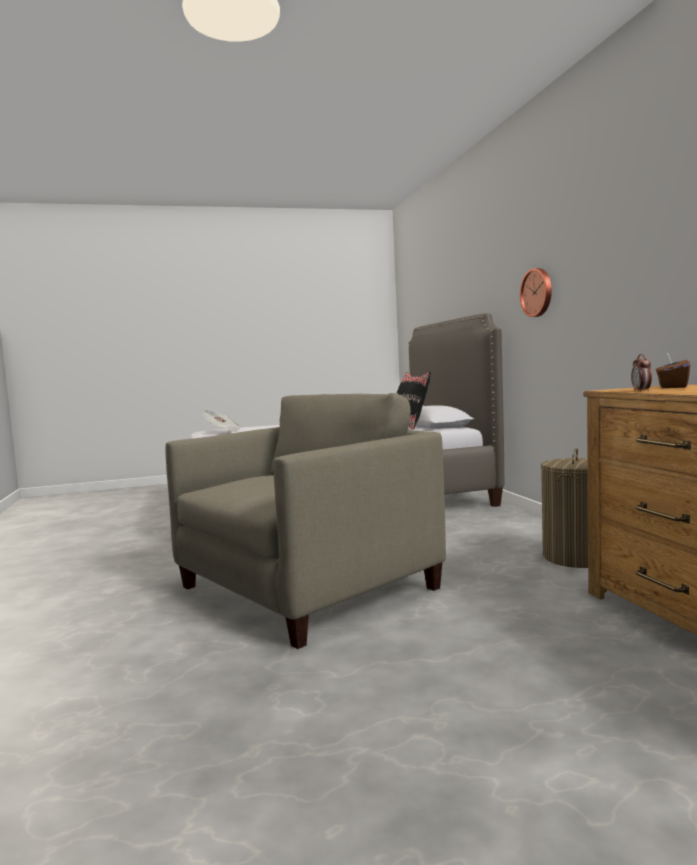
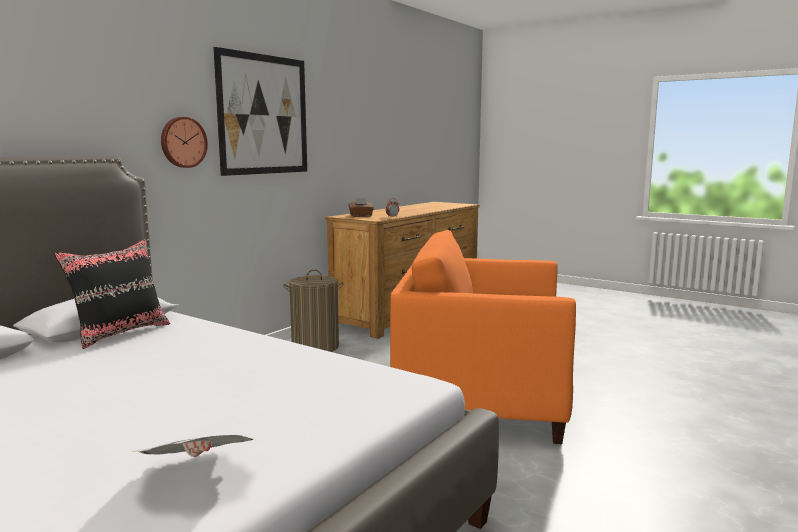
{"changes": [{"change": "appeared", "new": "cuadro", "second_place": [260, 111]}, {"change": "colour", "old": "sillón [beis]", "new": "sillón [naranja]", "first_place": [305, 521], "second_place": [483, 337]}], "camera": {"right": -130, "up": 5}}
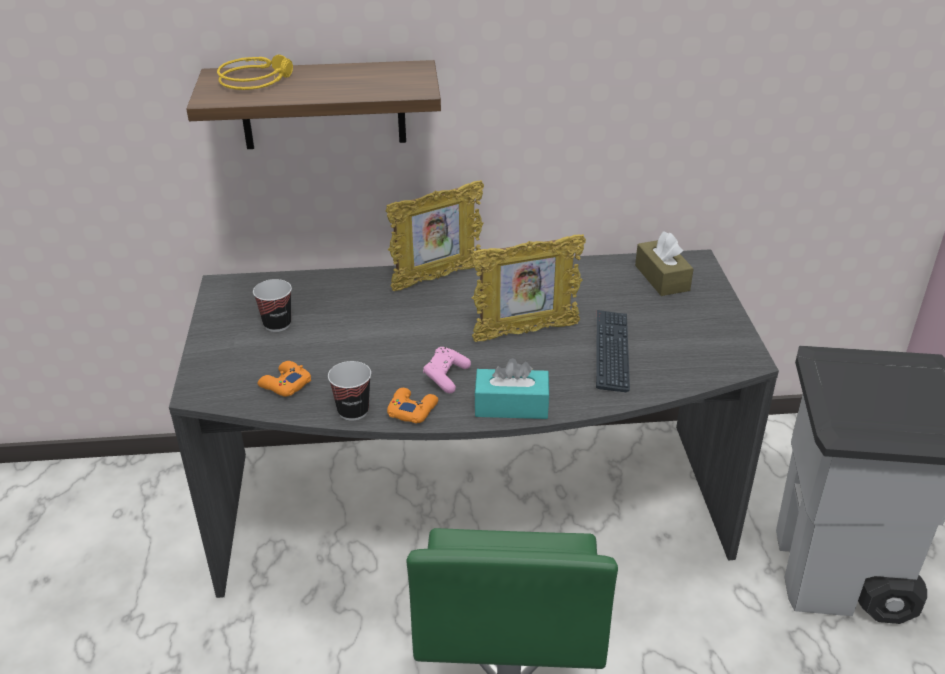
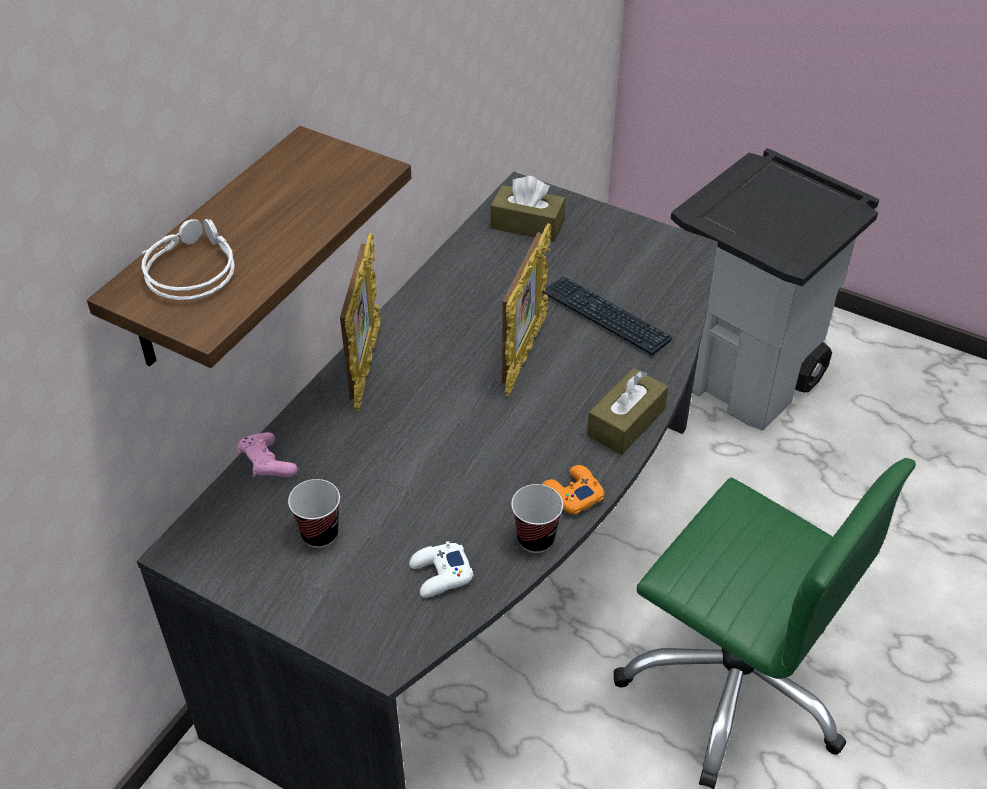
{"changes": [{"change": "relocated", "old": "mando de consola [rosa]", "first_place": [447, 370], "second_place": [267, 454]}, {"change": "colour", "old": "auriculares [amarillo]", "new": "auriculares [gris]", "first_place": [255, 72], "second_place": [188, 259]}, {"change": "colour", "old": "mando de consola [naranja]", "new": "mando de consola [blanco]", "first_place": [284, 379], "second_place": [441, 569]}, {"change": "colour", "old": "caja de pañuelos [turquesa]", "new": "caja de pañuelos [marrón]", "first_place": [512, 388], "second_place": [627, 411]}], "camera": {"right": -55, "up": 10}}
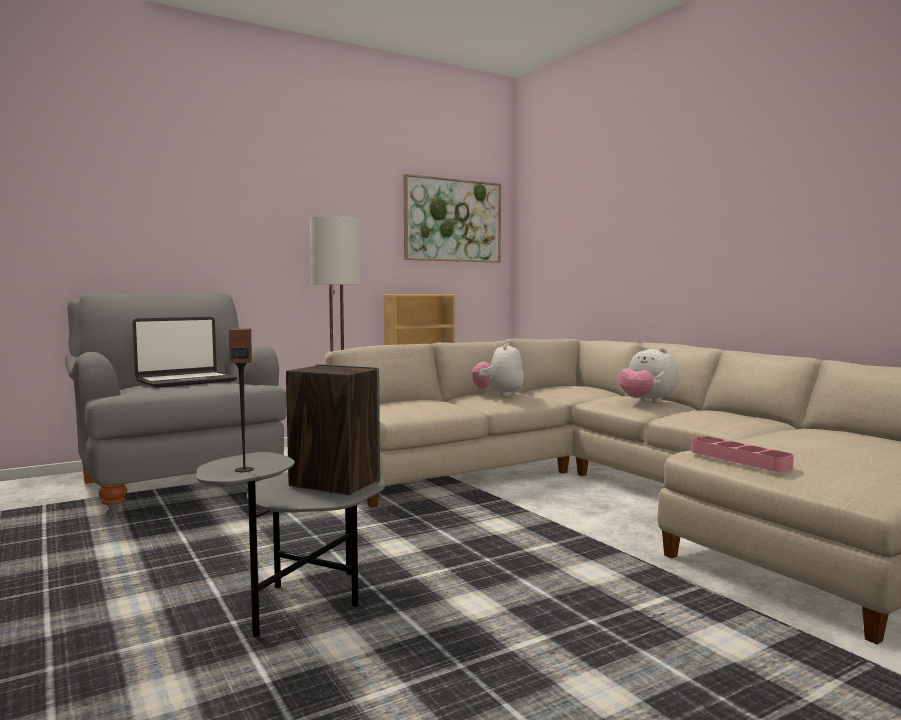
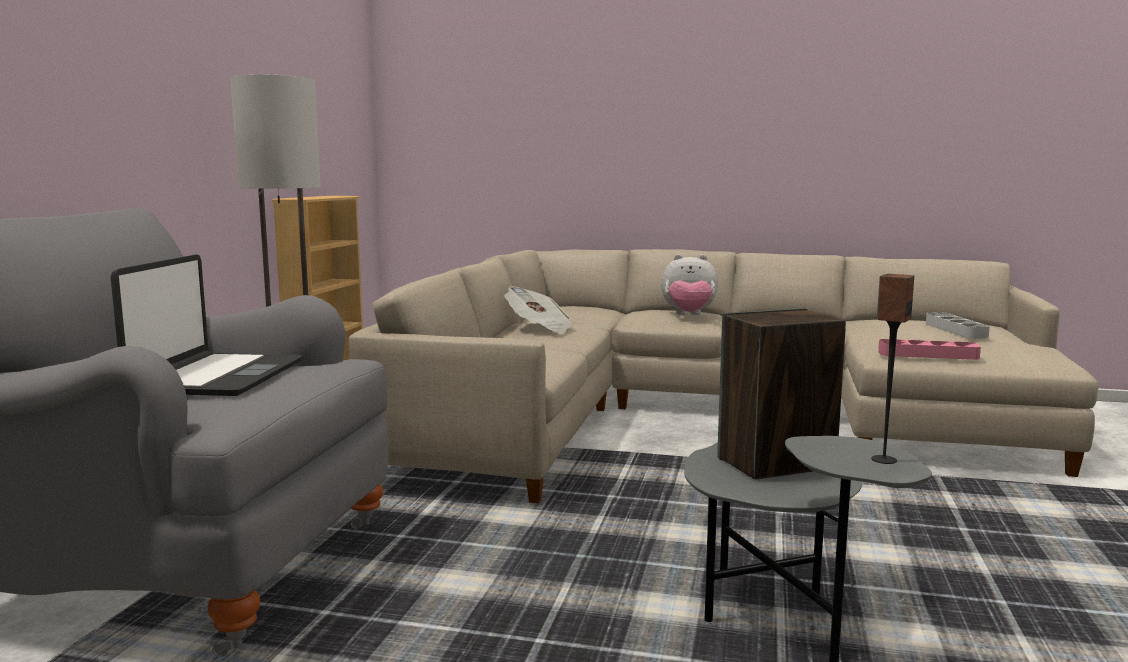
{"changes": [{"change": "missing", "old": "cuadro", "first_place": [452, 218]}, {"change": "appeared", "new": "bandeja [gris]", "second_place": [958, 326]}, {"change": "exchanged", "old": "peluche", "new": "periódico", "first_place": [498, 370], "second_place": [539, 310]}], "camera": {"right": -45, "up": 5}}
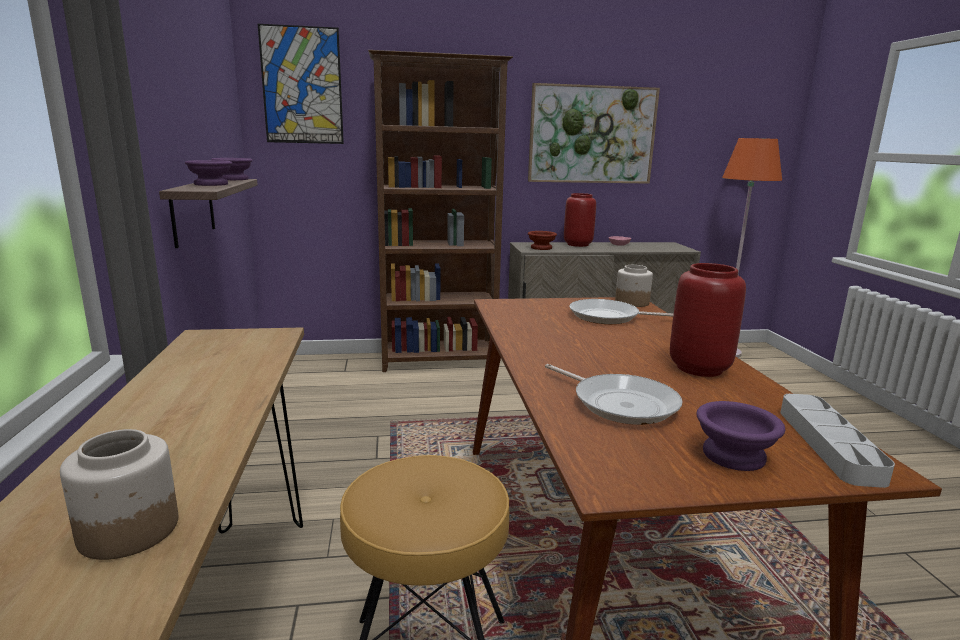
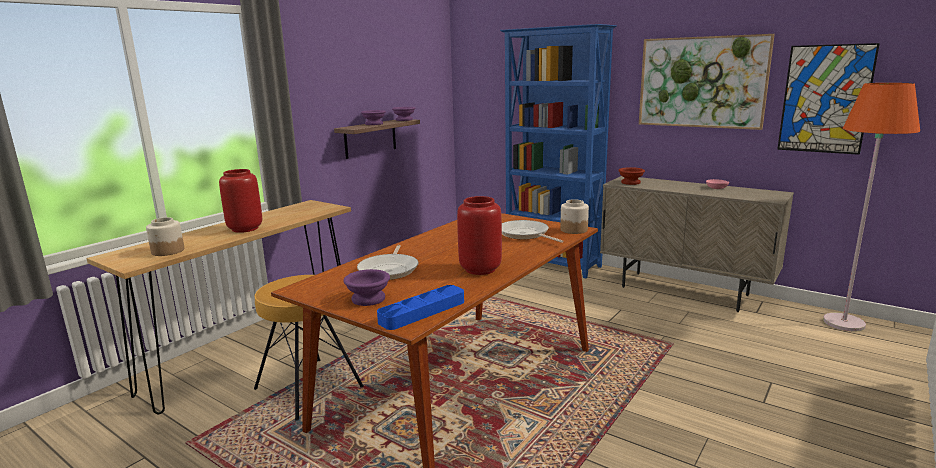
{"changes": [{"change": "relocated", "old": "cuadro", "first_place": [301, 84], "second_place": [828, 99]}, {"change": "relocated", "old": "florero [rojo]", "first_place": [580, 220], "second_place": [240, 201]}, {"change": "colour", "old": "estantería [marrón]", "new": "estantería [azul]", "first_place": [440, 211], "second_place": [558, 151]}, {"change": "colour", "old": "bandeja [gris]", "new": "bandeja [azul]", "first_place": [837, 441], "second_place": [420, 307]}], "camera": {"right": 45, "up": 0}}
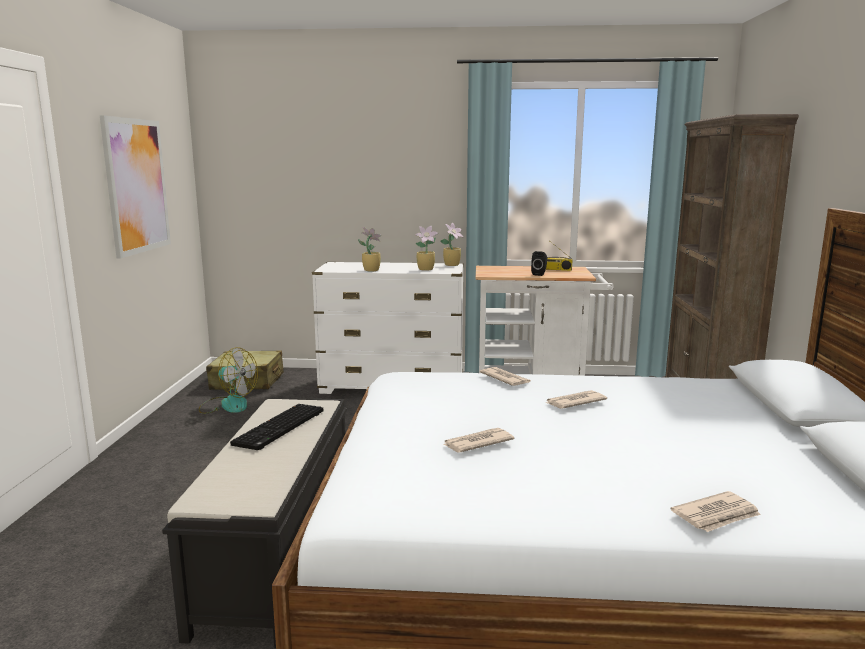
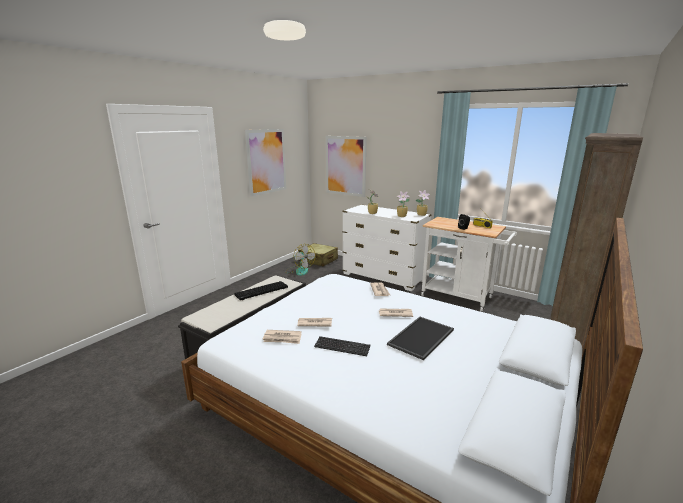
{"changes": [{"change": "appeared", "new": "teclado", "second_place": [342, 346]}, {"change": "appeared", "new": "cuadro", "second_place": [346, 166]}, {"change": "appeared", "new": "bandeja", "second_place": [420, 338]}, {"change": "relocated", "old": "periódico", "first_place": [715, 511], "second_place": [281, 337]}], "camera": {"right": 30, "up": 5}}
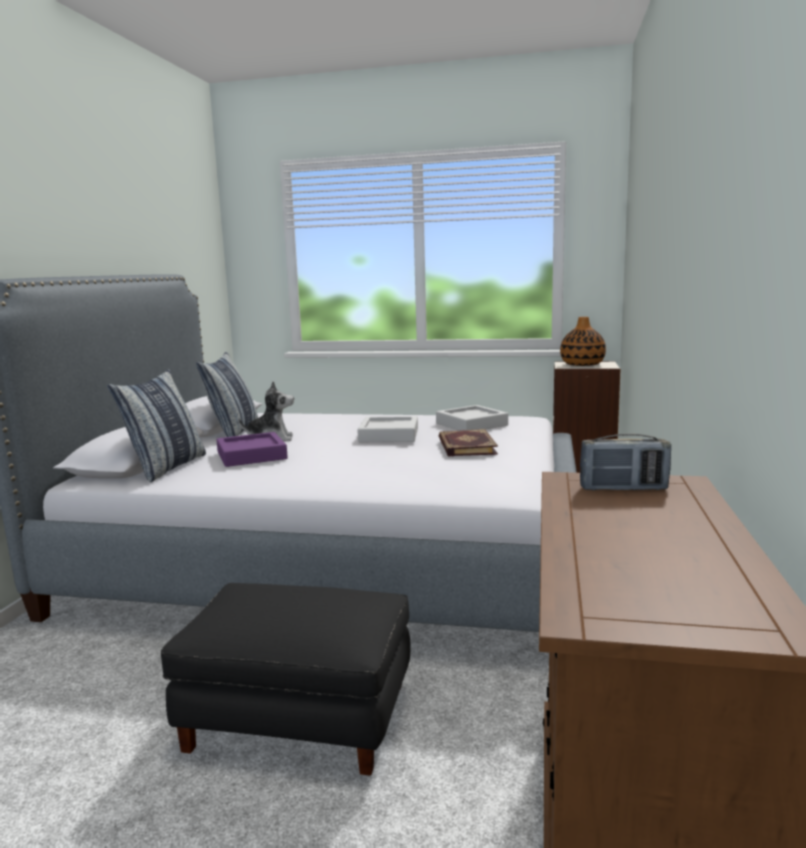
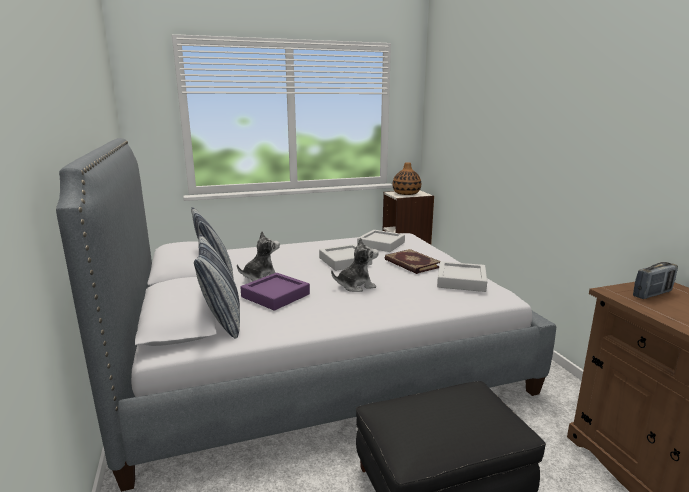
{"changes": [{"change": "appeared", "new": "peluche", "second_place": [354, 264]}, {"change": "appeared", "new": "bandeja [gris]", "second_place": [462, 276]}], "camera": {"right": -30, "up": 5}}
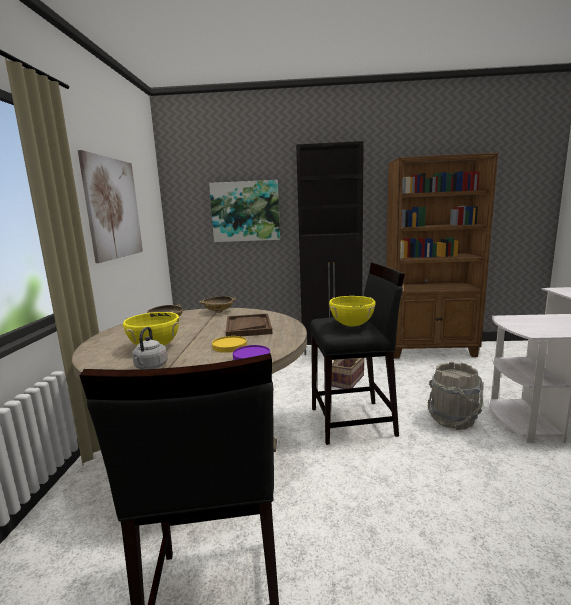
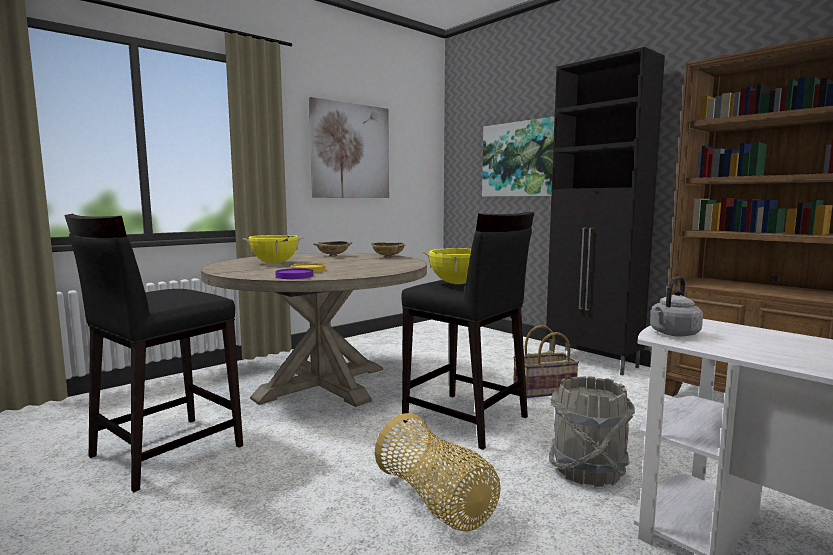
{"changes": [{"change": "missing", "old": "bandeja [marrón]", "first_place": [249, 324]}, {"change": "appeared", "new": "cesta", "second_place": [438, 472]}, {"change": "relocated", "old": "hervidor [gris]", "first_place": [150, 348], "second_place": [676, 306]}], "camera": {"right": 45, "up": -5}}
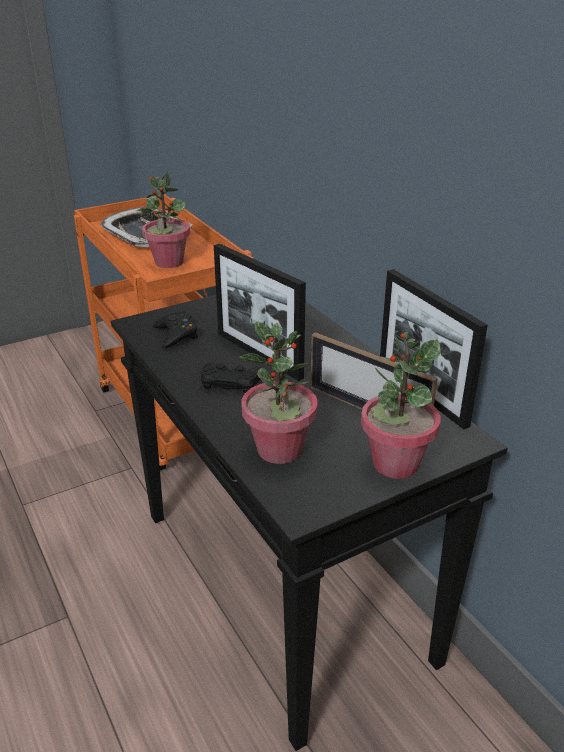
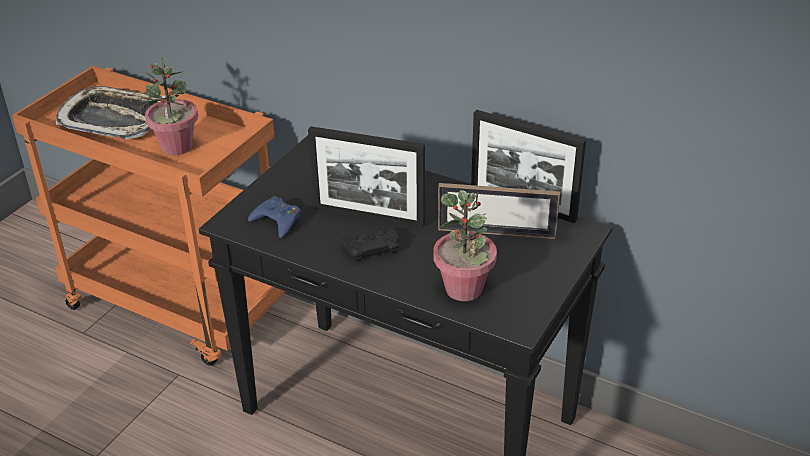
{"changes": [{"change": "missing", "old": "planta en maceta", "first_place": [401, 405]}, {"change": "colour", "old": "mando de consola [negro]", "new": "mando de consola [azul]", "first_place": [175, 329], "second_place": [274, 217]}], "camera": {"right": -30, "up": 5}}
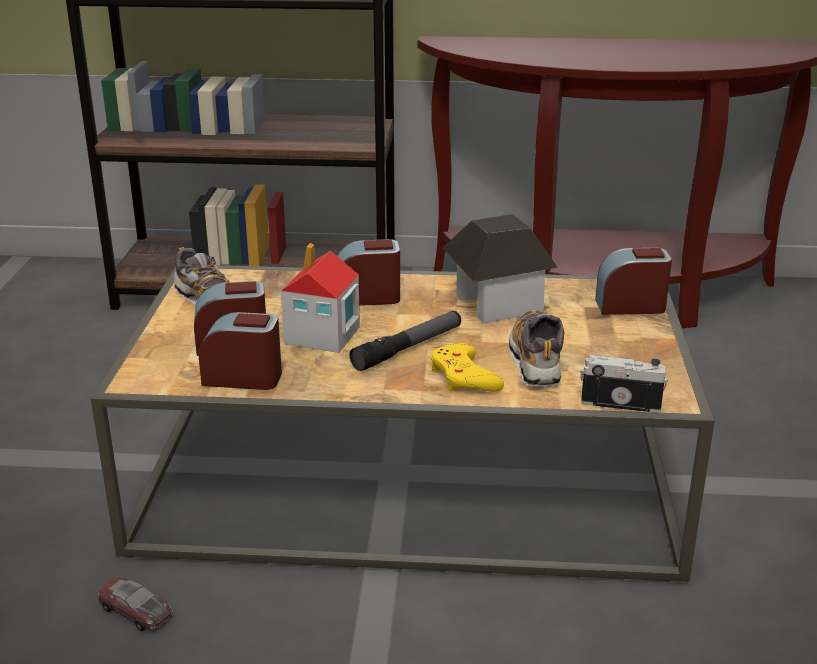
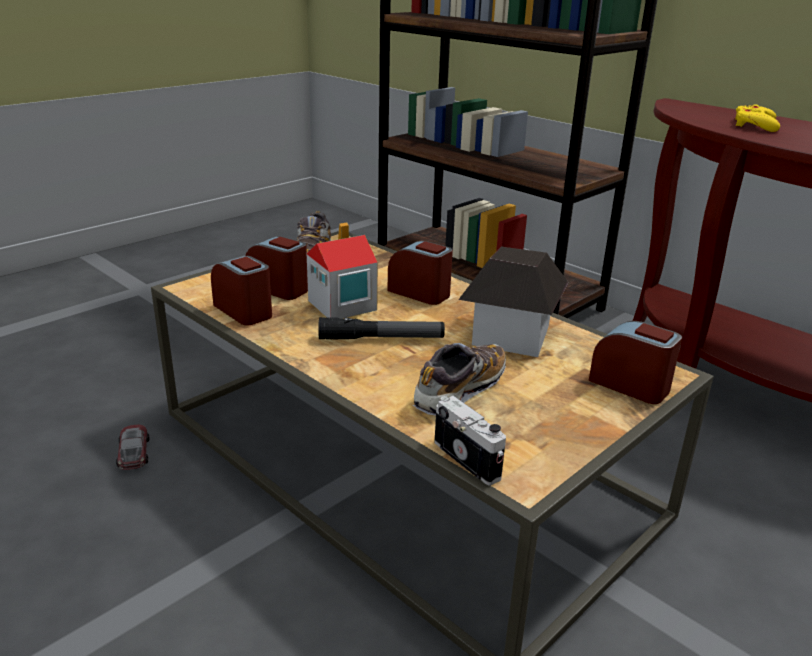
{"changes": [{"change": "relocated", "old": "mando de consola [amarillo]", "first_place": [467, 367], "second_place": [757, 118]}], "camera": {"right": 40, "up": 0}}
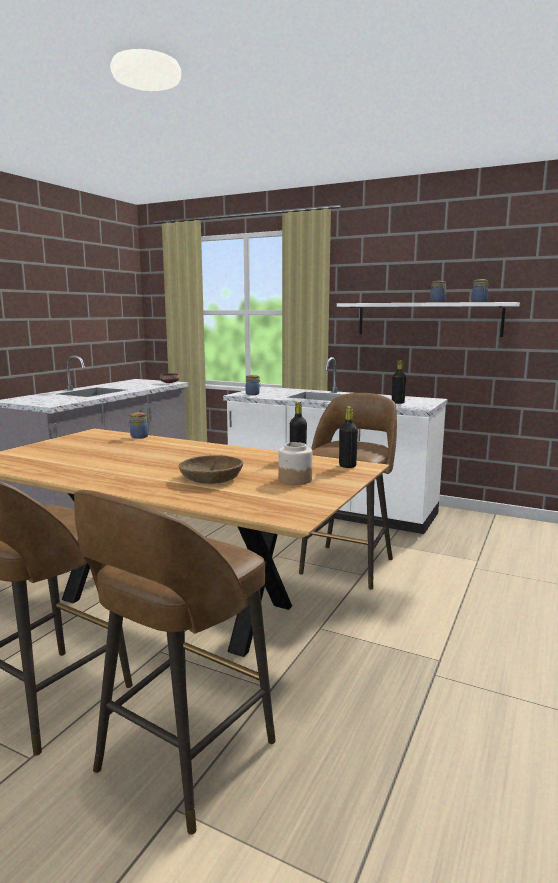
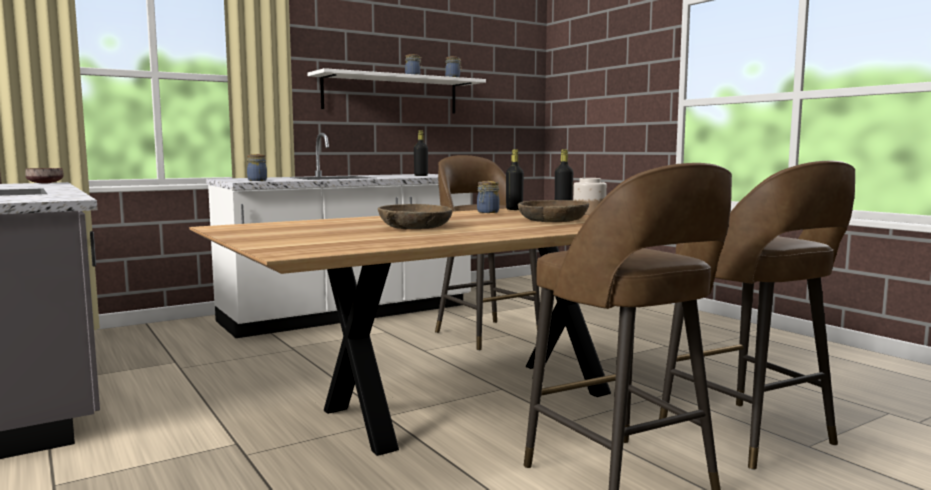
{"changes": [{"change": "appeared", "new": "cuenco [marrón]", "second_place": [415, 216]}, {"change": "relocated", "old": "tarro", "first_place": [138, 425], "second_place": [488, 197]}], "camera": {"right": -60, "up": -5}}
